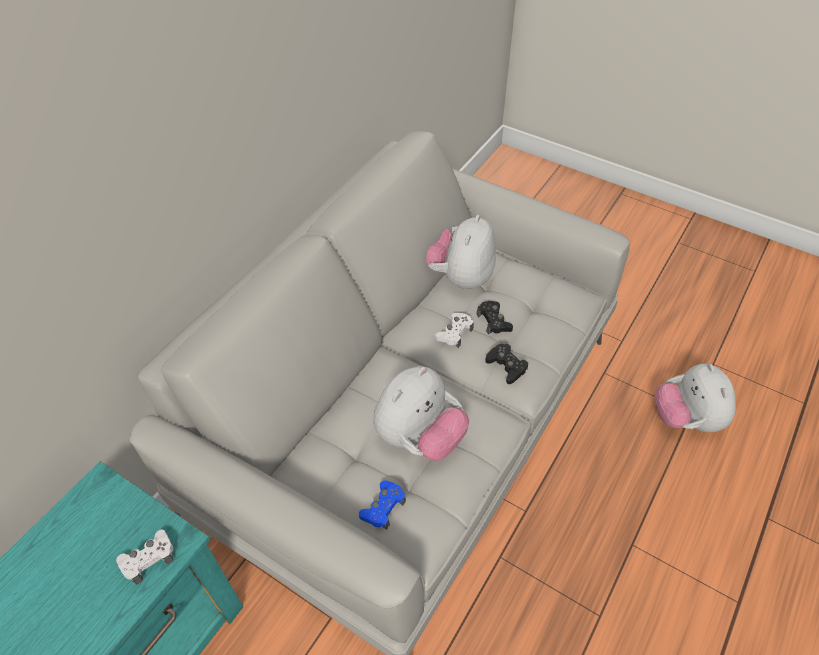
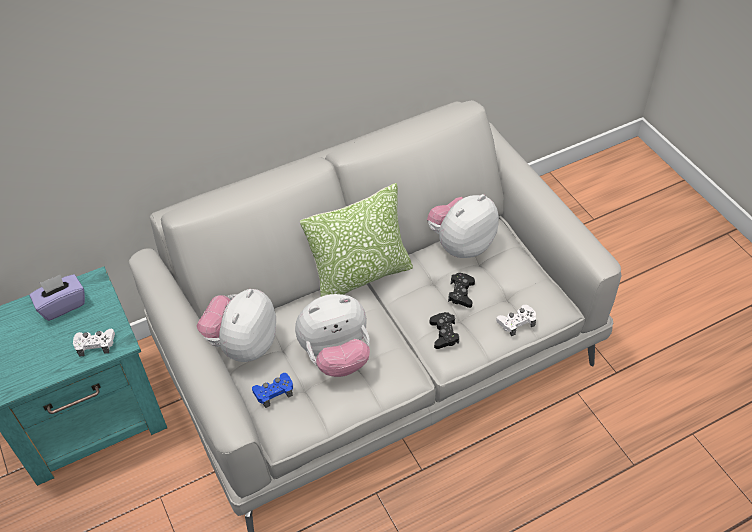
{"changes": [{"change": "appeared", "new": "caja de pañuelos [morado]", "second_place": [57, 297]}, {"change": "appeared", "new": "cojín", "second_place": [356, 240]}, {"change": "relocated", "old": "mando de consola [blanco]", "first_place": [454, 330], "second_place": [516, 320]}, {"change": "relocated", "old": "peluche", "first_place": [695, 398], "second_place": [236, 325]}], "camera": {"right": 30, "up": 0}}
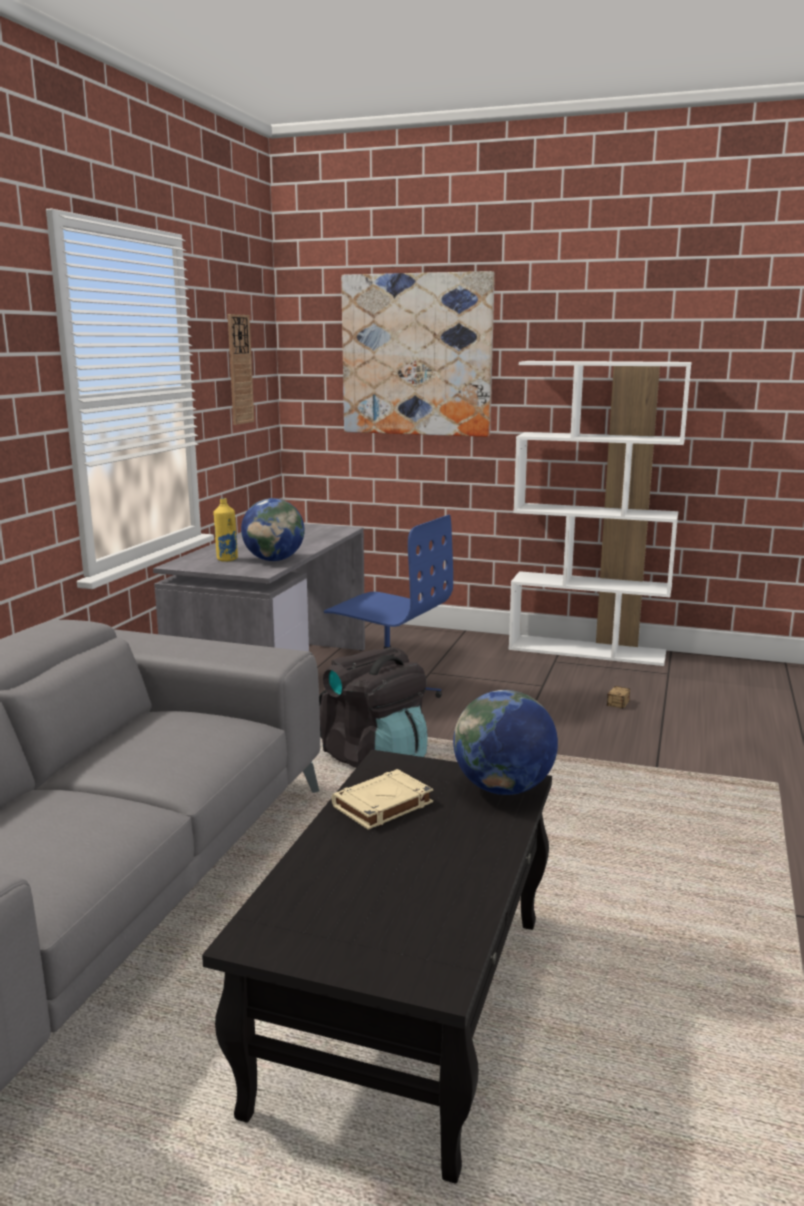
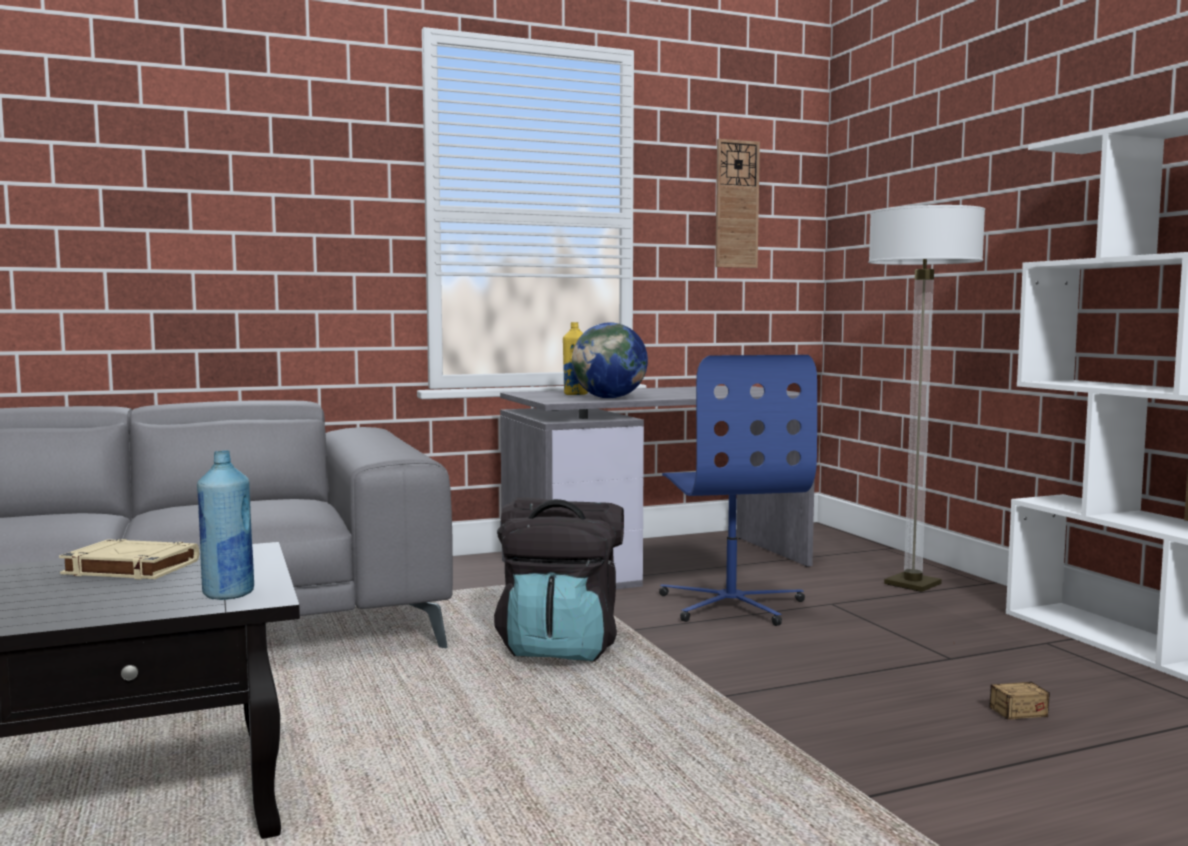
{"changes": [{"change": "missing", "old": "cuadro", "first_place": [418, 354]}, {"change": "appeared", "new": "lámpara de pie", "second_place": [926, 398]}, {"change": "exchanged", "old": "globo terráqueo", "new": "botella [azul]", "first_place": [505, 742], "second_place": [225, 525]}], "camera": {"right": 50, "up": -10}}
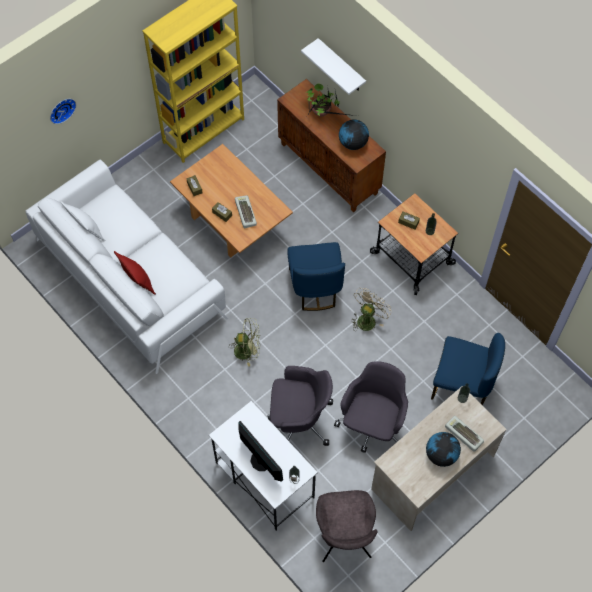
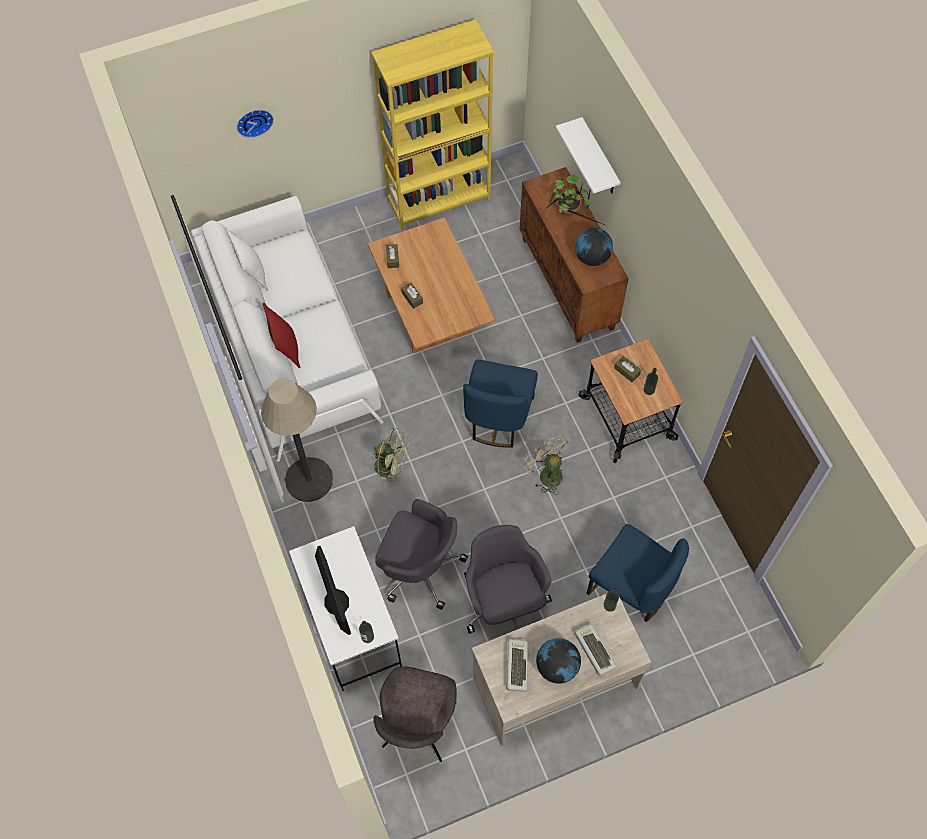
{"changes": [{"change": "appeared", "new": "lámpara de pie", "second_place": [297, 440]}, {"change": "relocated", "old": "teclado", "first_place": [246, 211], "second_place": [518, 665]}, {"change": "spun", "old": "silla de oficina [gris]", "first_place": [371, 407], "second_place": [508, 579], "degrees": -60}, {"change": "spun", "old": "ventilador [beis]", "first_place": [371, 309], "second_place": [547, 464], "degrees": -90}], "camera": {"right": 20, "up": 0}}
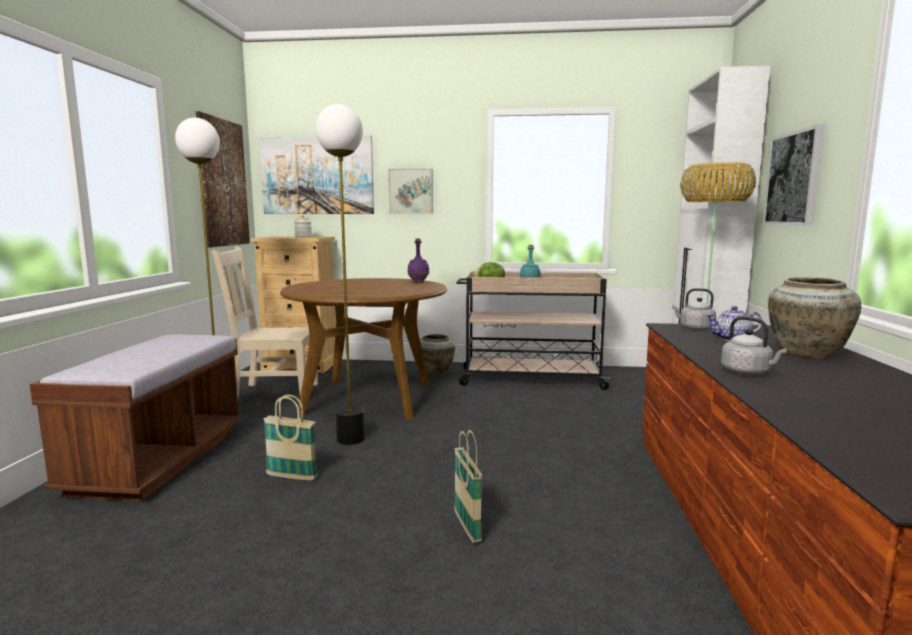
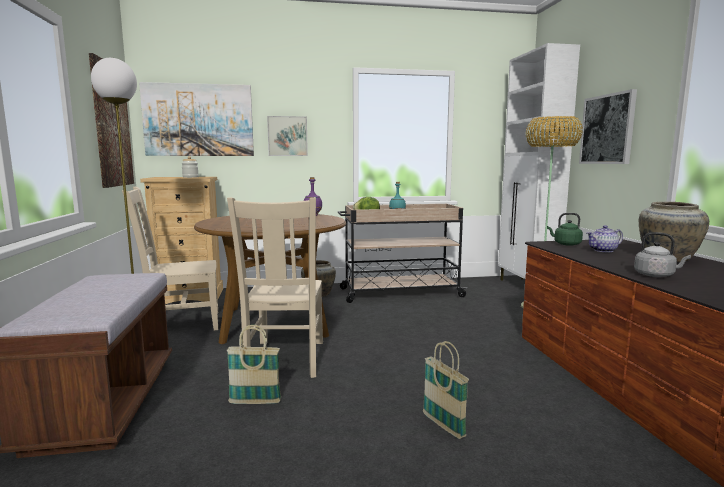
{"changes": [{"change": "exchanged", "old": "lámpara de pie", "new": "silla [beis]", "first_place": [340, 274], "second_place": [275, 287]}, {"change": "colour", "old": "hervidor [gris]", "new": "hervidor [verde]", "first_place": [694, 309], "second_place": [565, 229]}], "camera": {"right": -15, "up": 0}}
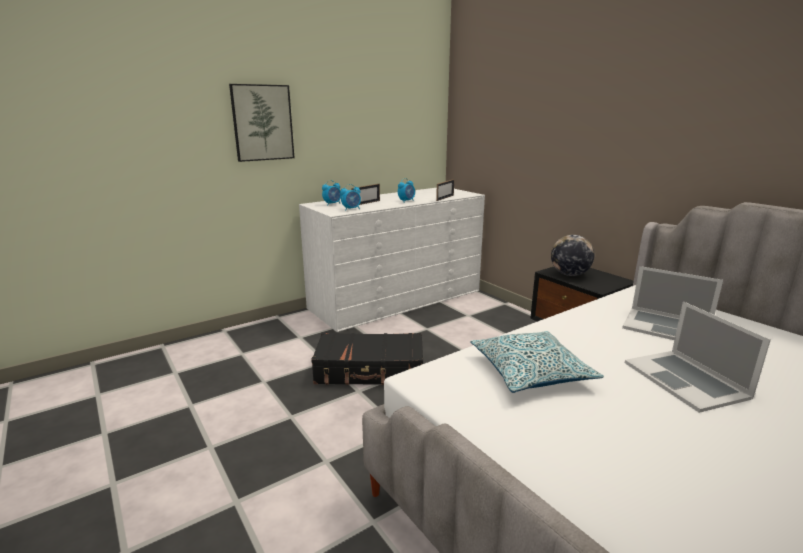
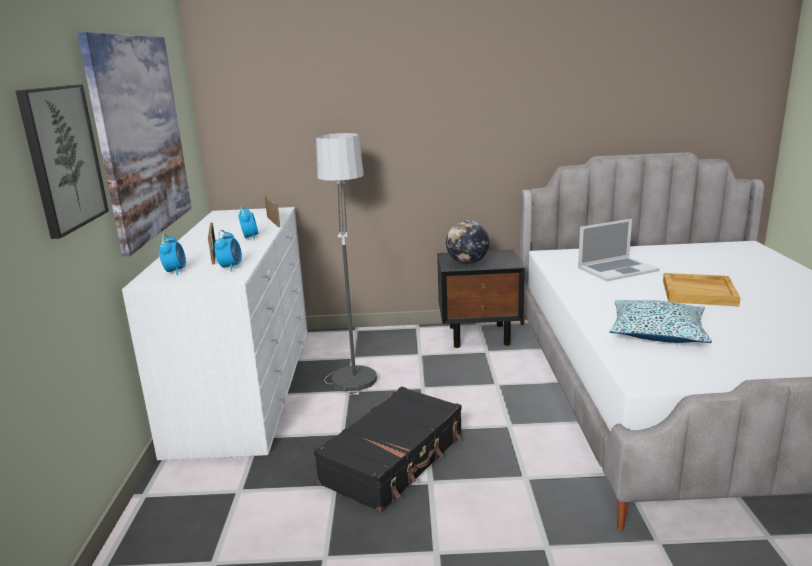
{"changes": [{"change": "appeared", "new": "cuadro", "second_place": [134, 144]}, {"change": "appeared", "new": "lámpara de pie", "second_place": [346, 264]}, {"change": "exchanged", "old": "portátil", "new": "bandeja [beis]", "first_place": [698, 357], "second_place": [701, 289]}], "camera": {"right": -55, "up": 0}}
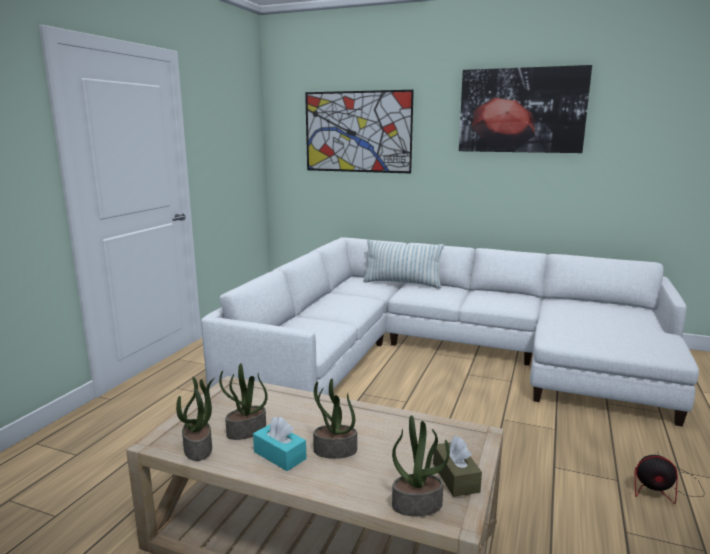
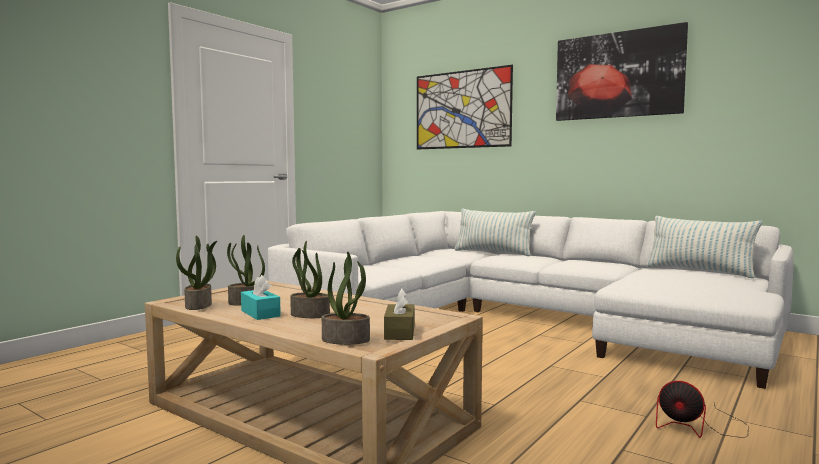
{"changes": [{"change": "appeared", "new": "cojín", "second_place": [704, 247]}], "camera": {"right": 15, "up": -10}}
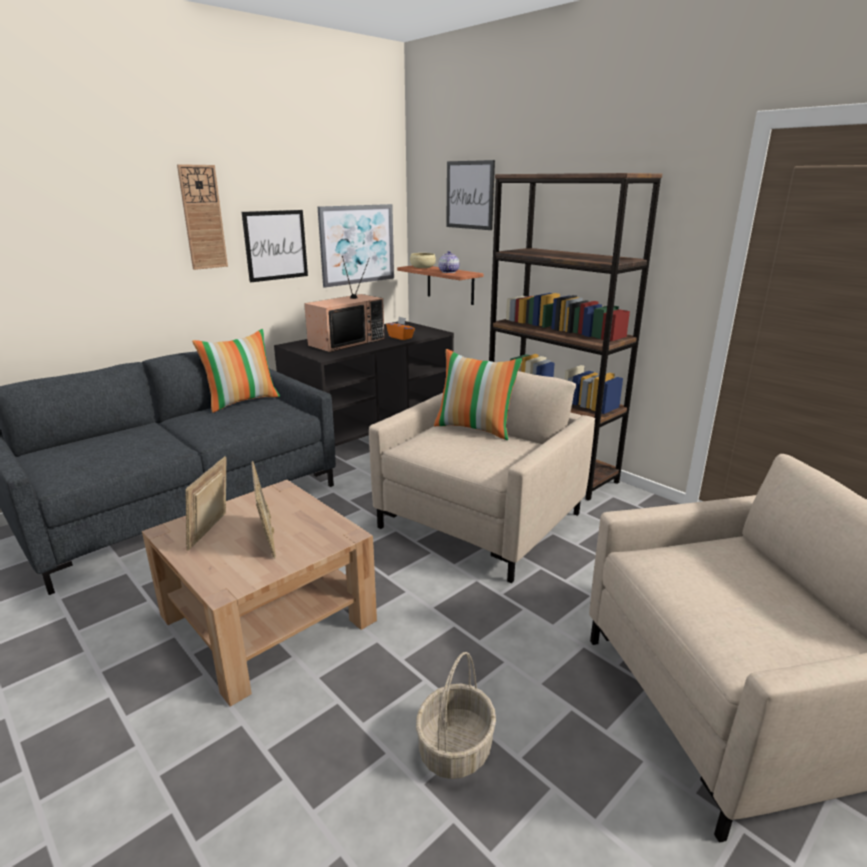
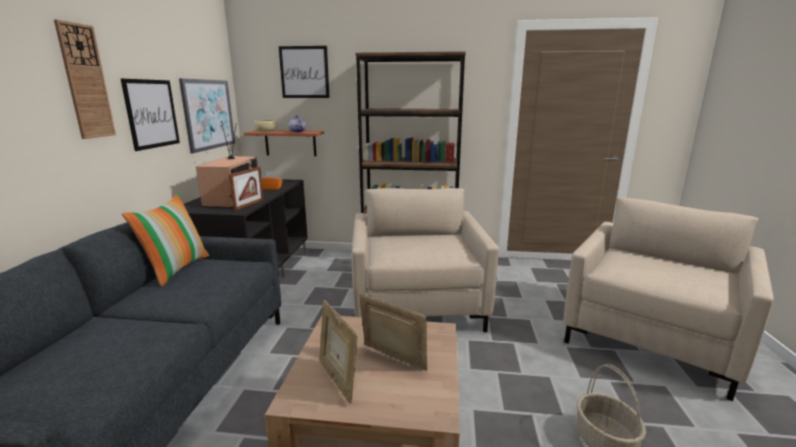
{"changes": [{"change": "missing", "old": "cojín", "first_place": [478, 394]}, {"change": "appeared", "new": "portarretratos", "second_place": [246, 188]}], "camera": {"right": -40, "up": -5}}
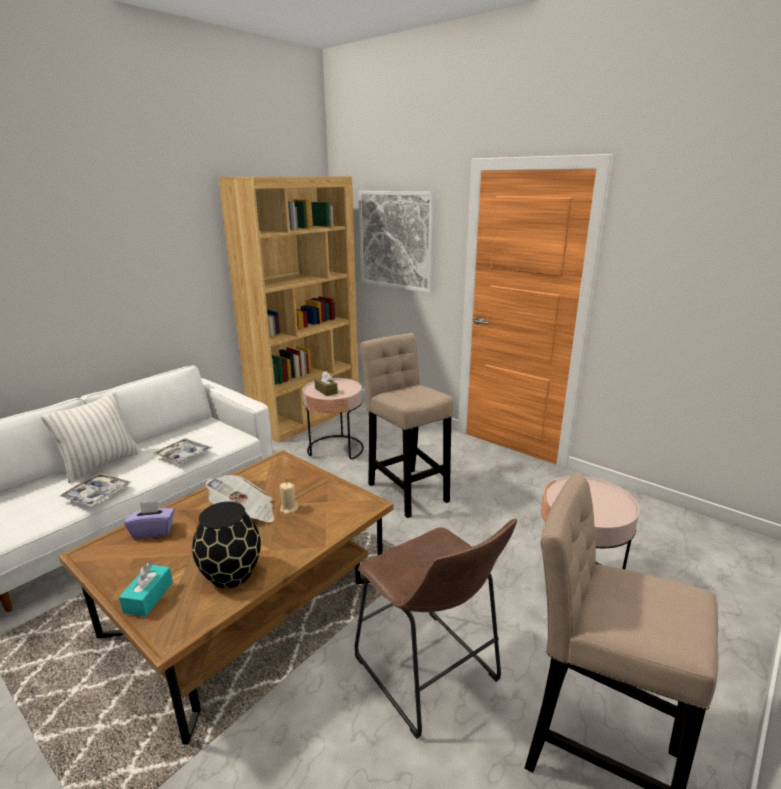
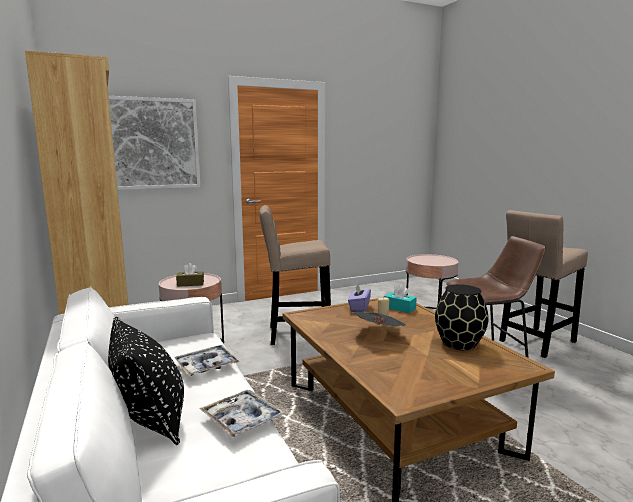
{"changes": [{"change": "relocated", "old": "caja de pañuelos [turquesa]", "first_place": [146, 589], "second_place": [400, 299]}, {"change": "relocated", "old": "caja de pañuelos [morado]", "first_place": [149, 520], "second_place": [359, 298]}, {"change": "colour", "old": "cojín [blanco]", "new": "cojín [negro]", "first_place": [90, 437], "second_place": [146, 381]}], "camera": {"right": -65, "up": -10}}
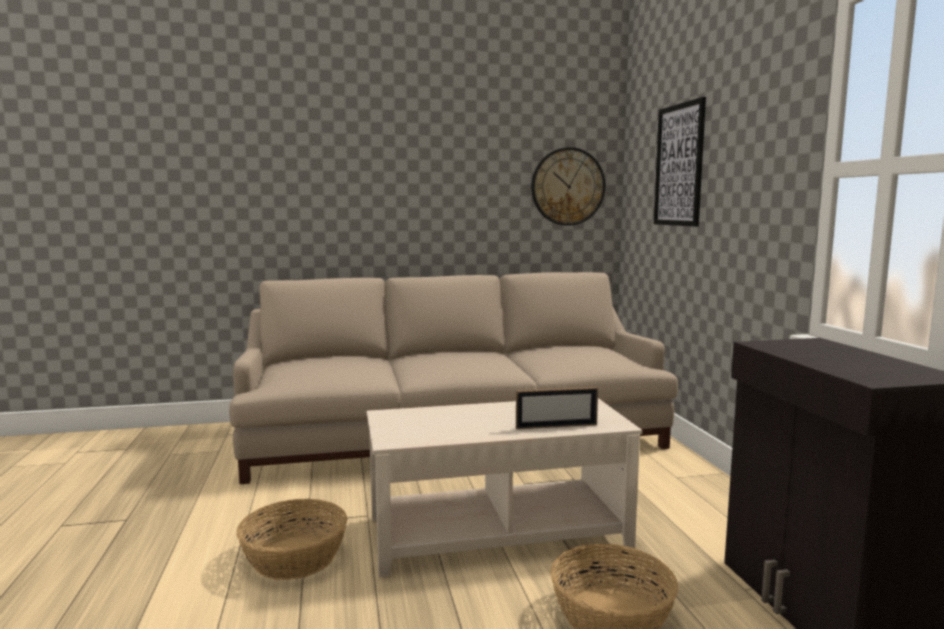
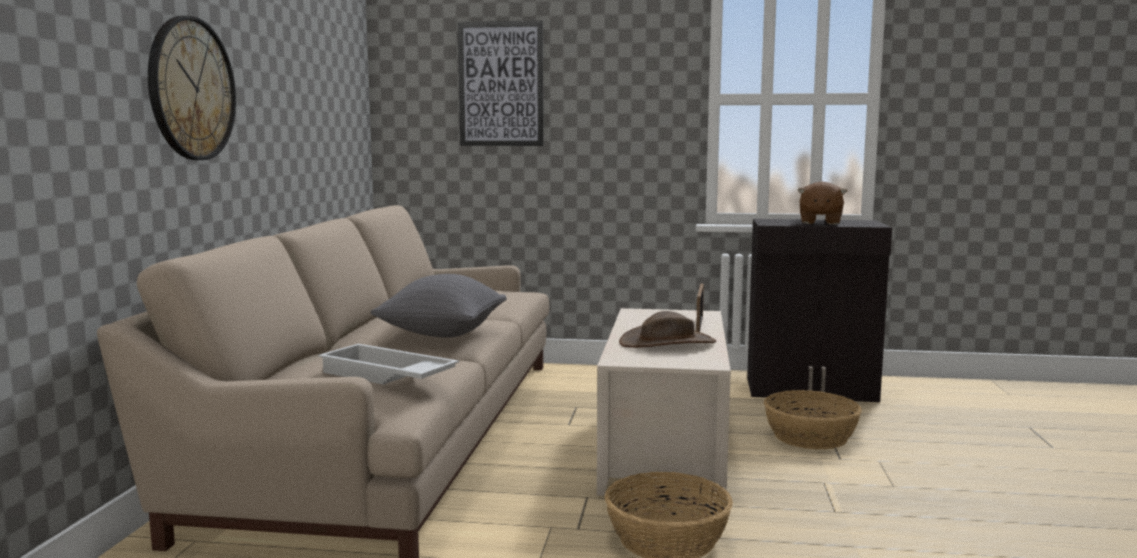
{"changes": [{"change": "appeared", "new": "bandeja [blanco]", "second_place": [388, 364]}, {"change": "appeared", "new": "cojín [gris]", "second_place": [439, 306]}, {"change": "appeared", "new": "sombrero [marrón]", "second_place": [668, 329]}, {"change": "appeared", "new": "peluche [marrón]", "second_place": [822, 203]}, {"change": "relocated", "old": "reloj de pared", "first_place": [568, 186], "second_place": [192, 88]}], "camera": {"right": -70, "up": 0}}
